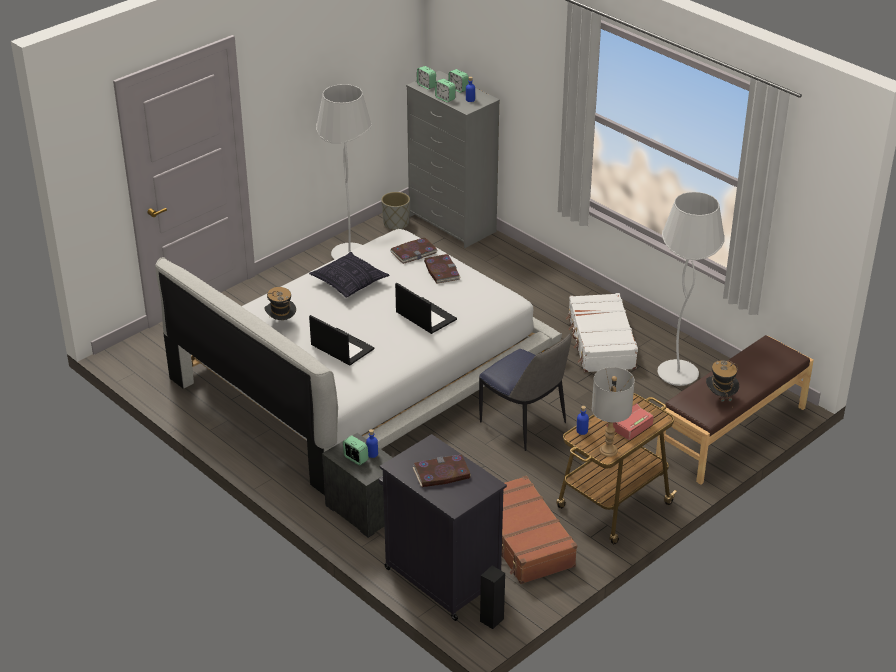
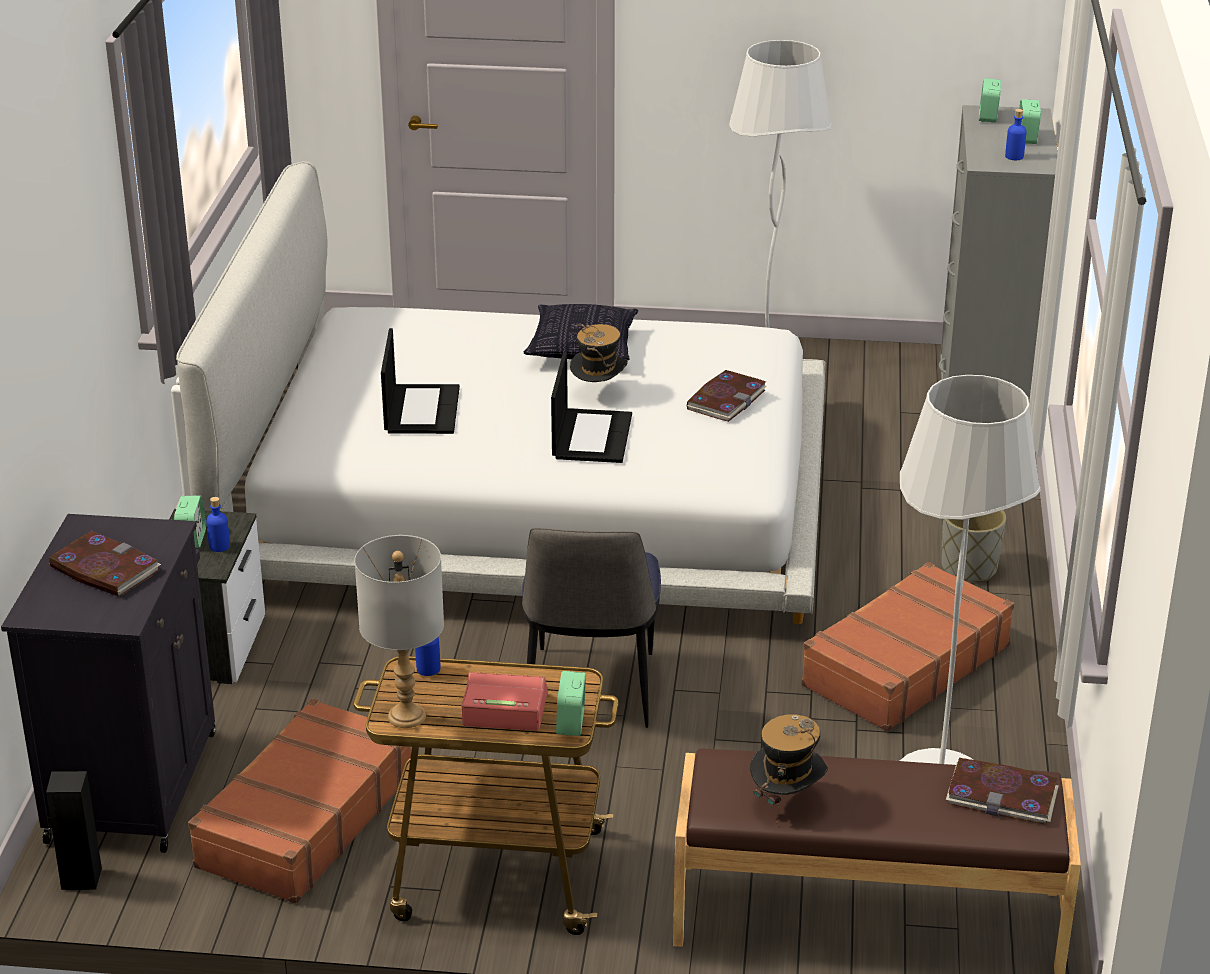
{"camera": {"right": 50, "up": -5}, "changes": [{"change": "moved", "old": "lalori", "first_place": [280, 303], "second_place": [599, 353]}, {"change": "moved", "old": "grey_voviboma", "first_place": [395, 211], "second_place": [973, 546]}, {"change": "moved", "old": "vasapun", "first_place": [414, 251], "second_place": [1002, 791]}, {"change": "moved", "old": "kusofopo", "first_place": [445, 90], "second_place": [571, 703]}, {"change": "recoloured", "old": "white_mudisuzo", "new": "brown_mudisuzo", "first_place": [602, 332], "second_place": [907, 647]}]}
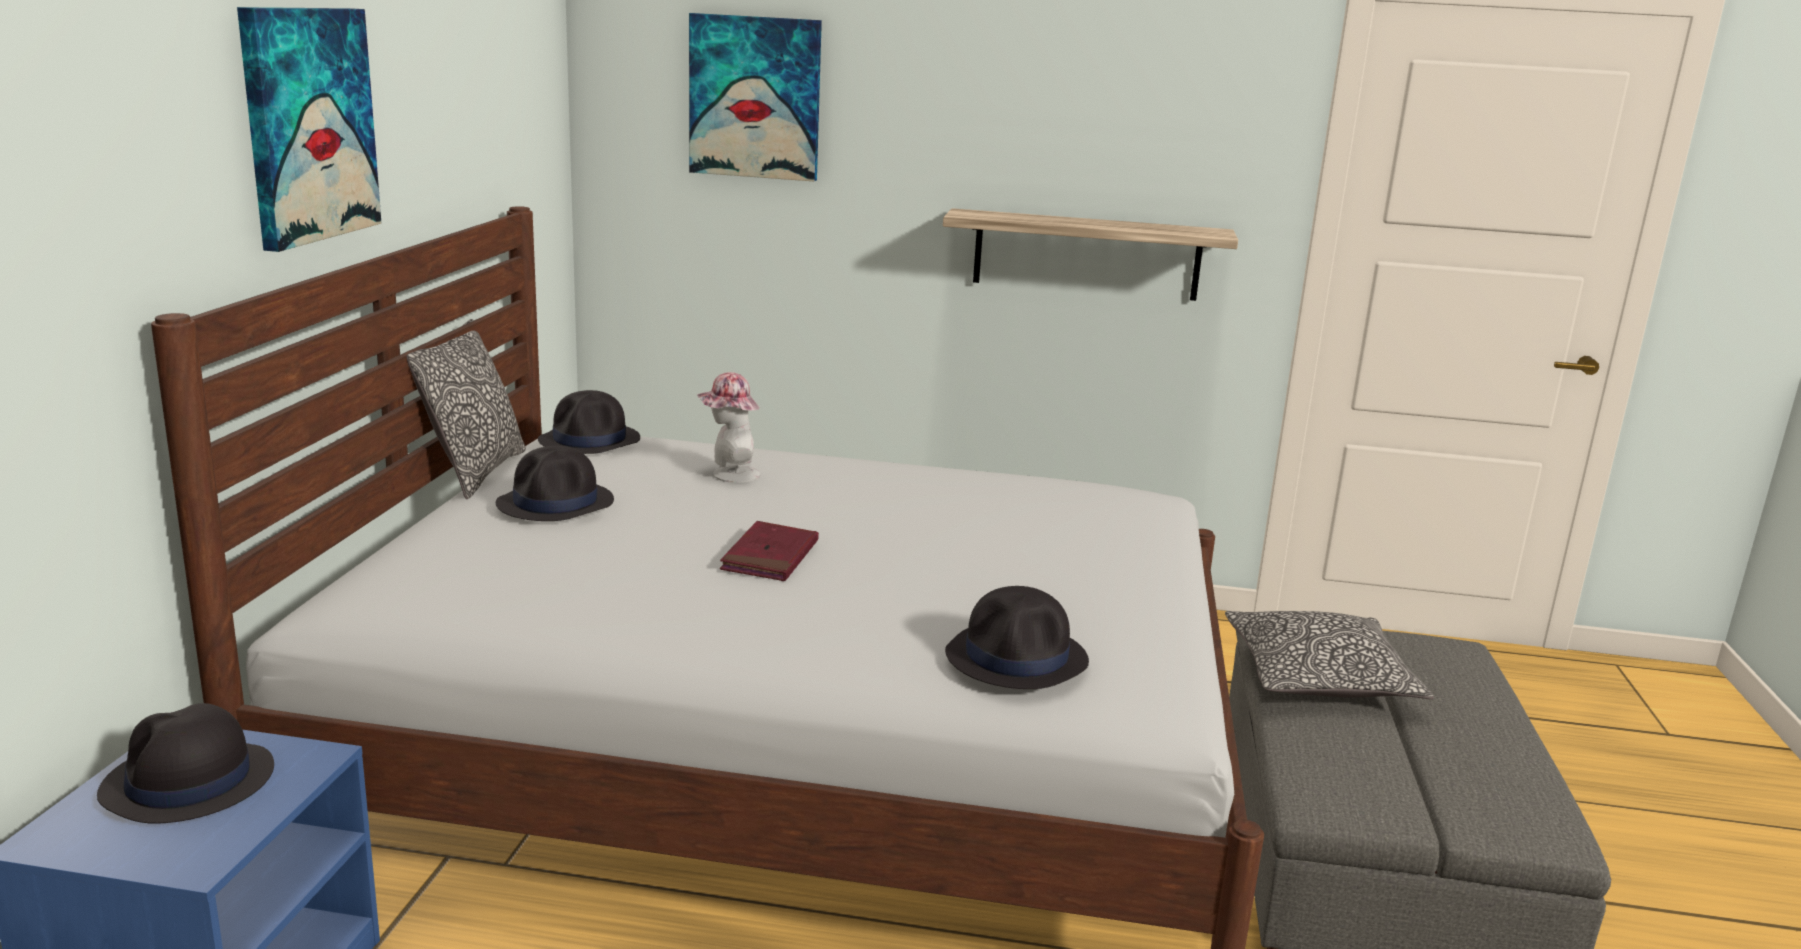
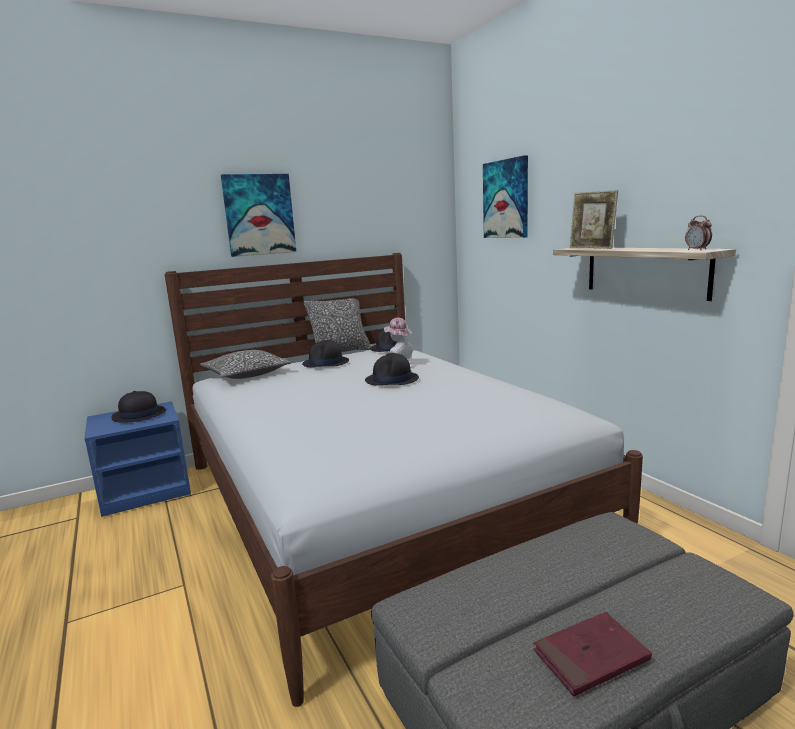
{"camera": {"right": 55, "up": -5}, "changes": [{"change": "moved", "old": "red_vasapun", "first_place": [769, 551], "second_place": [593, 654]}, {"change": "moved", "old": "black_lalori", "first_place": [1017, 637], "second_place": [392, 369]}, {"change": "moved", "old": "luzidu", "first_place": [1329, 655], "second_place": [245, 364]}, {"change": "added", "new": "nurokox", "second_place": [594, 219]}, {"change": "added", "new": "kusofopo", "second_place": [698, 232]}]}
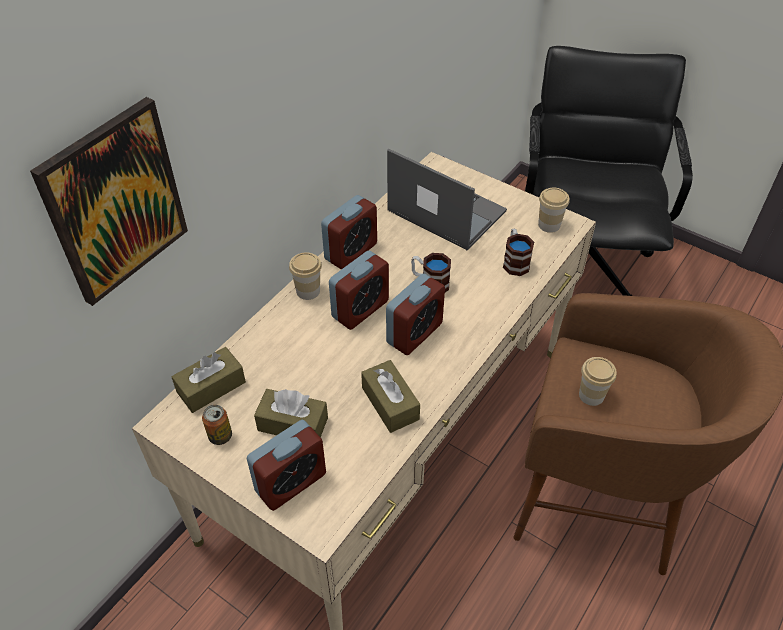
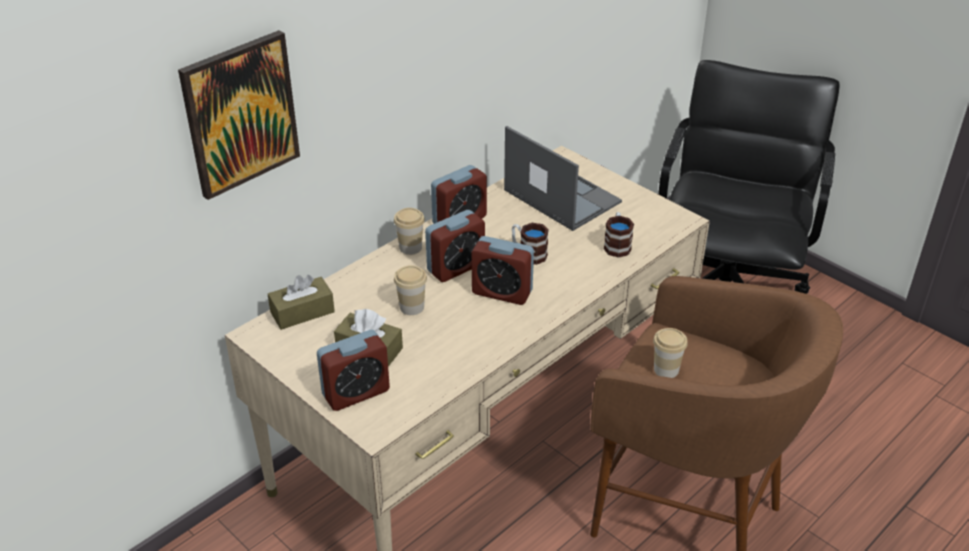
{"camera": {"right": 10, "up": -10}, "changes": [{"change": "removed", "old": "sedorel", "first_place": [217, 425]}, {"change": "removed", "old": "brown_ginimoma", "first_place": [390, 396]}, {"change": "turned", "old": "kusofopo", "first_place": [415, 314], "second_place": [503, 270], "degrees": 60}, {"change": "moved", "old": "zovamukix", "first_place": [554, 210], "second_place": [410, 290]}]}
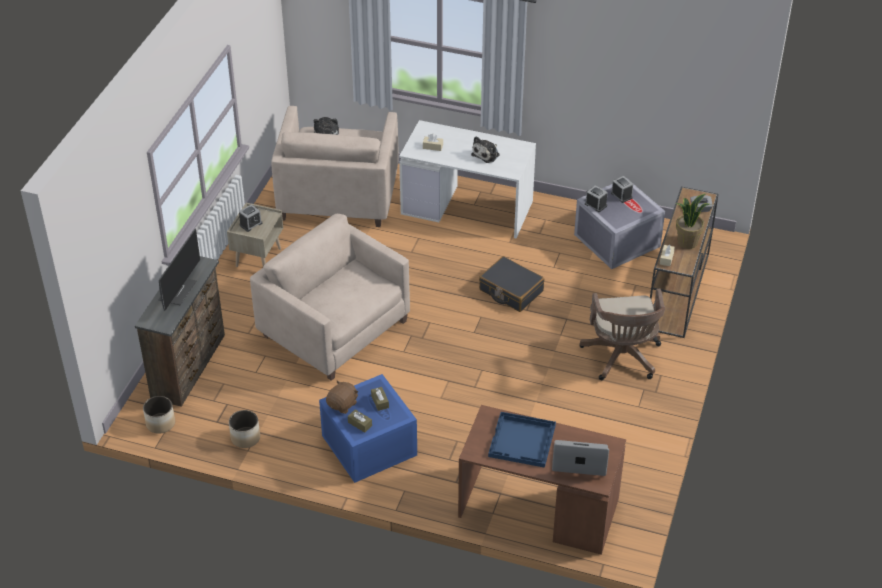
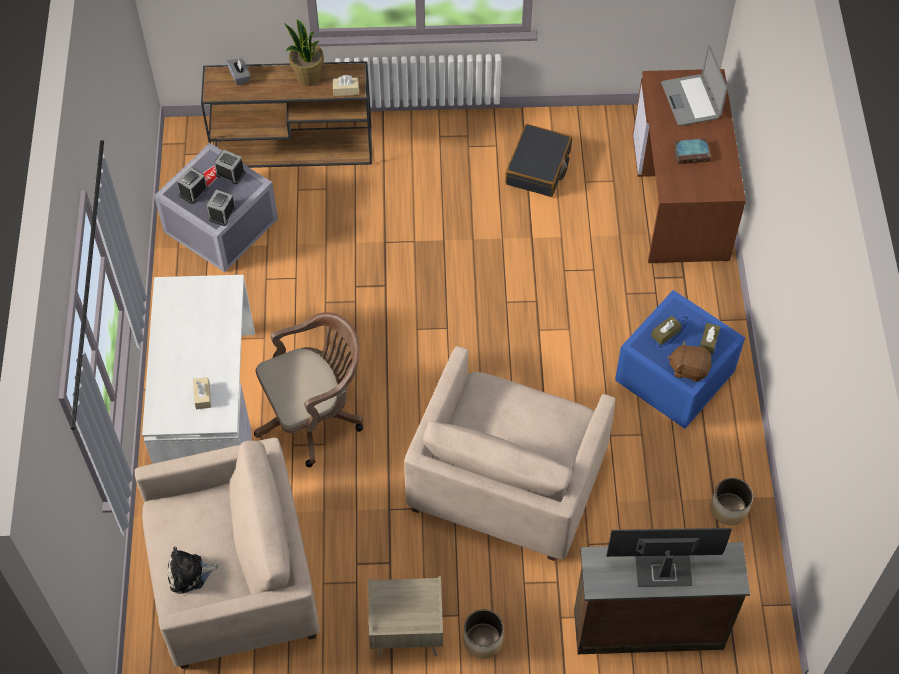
{"camera": {"right": -110, "up": 15}, "changes": [{"change": "moved", "old": "voviboma", "first_place": [159, 415], "second_place": [483, 634]}, {"change": "moved", "old": "kusofopo", "first_place": [250, 218], "second_place": [230, 167]}, {"change": "removed", "old": "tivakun", "first_place": [485, 149]}, {"change": "moved", "old": "black_mudisuzo", "first_place": [511, 284], "second_place": [538, 160]}, {"change": "replaced", "old": "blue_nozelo", "new": "vasapun", "first_place": [522, 440], "second_place": [692, 151]}, {"change": "moved", "old": "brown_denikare", "first_place": [622, 334], "second_place": [308, 389]}]}
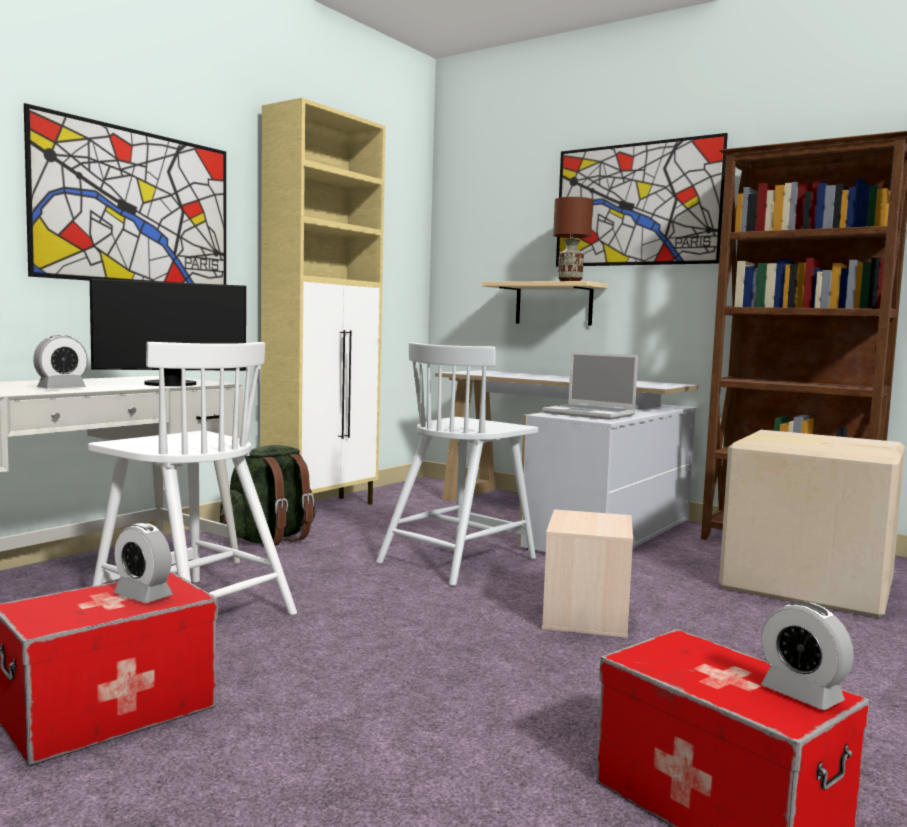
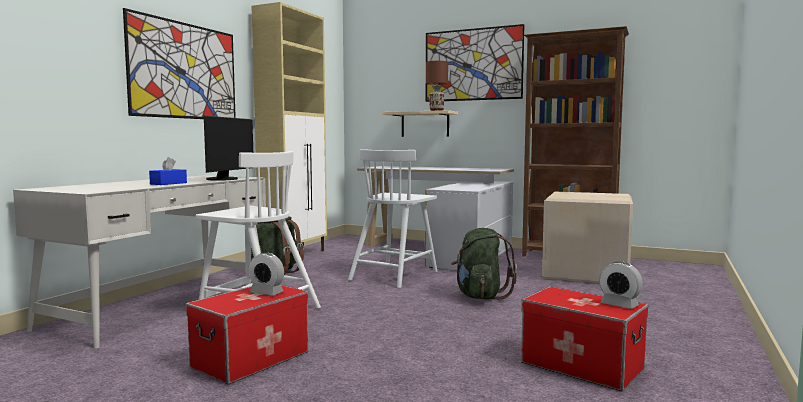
{"camera": {"right": -10, "up": 0}, "changes": [{"change": "replaced", "old": "kusofopo", "new": "blue_ginimoma", "first_place": [60, 362], "second_place": [168, 171]}, {"change": "turned", "old": "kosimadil", "first_place": [168, 332], "second_place": [228, 148], "degrees": -45}, {"change": "removed", "old": "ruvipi", "first_place": [590, 386]}, {"change": "replaced", "old": "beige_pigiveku", "new": "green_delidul", "first_place": [587, 573], "second_place": [484, 264]}]}
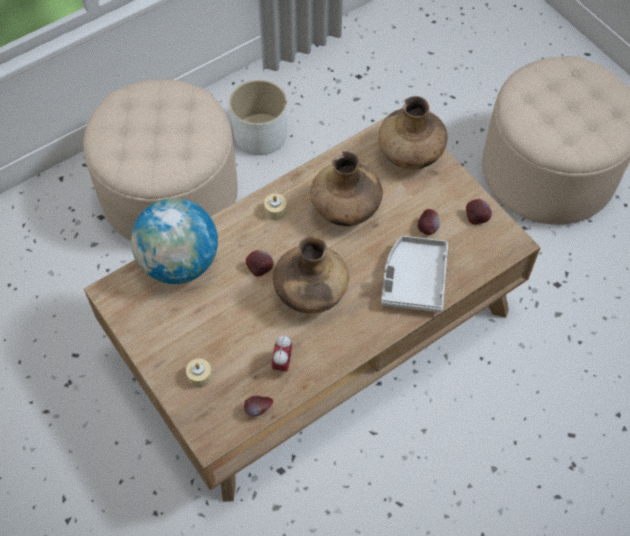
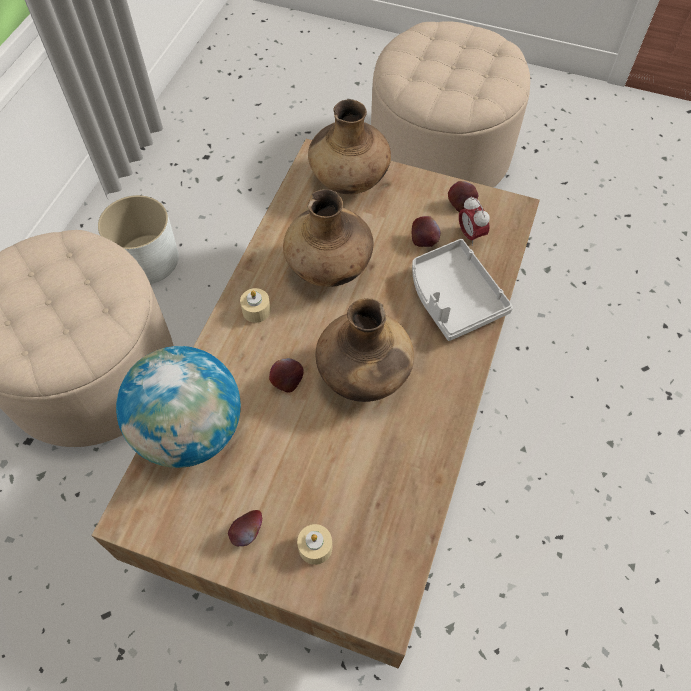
{"camera": {"right": -35, "up": 0}, "changes": [{"change": "moved", "old": "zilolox", "first_place": [258, 406], "second_place": [245, 528]}, {"change": "moved", "old": "kusofopo", "first_place": [282, 354], "second_place": [474, 221]}]}
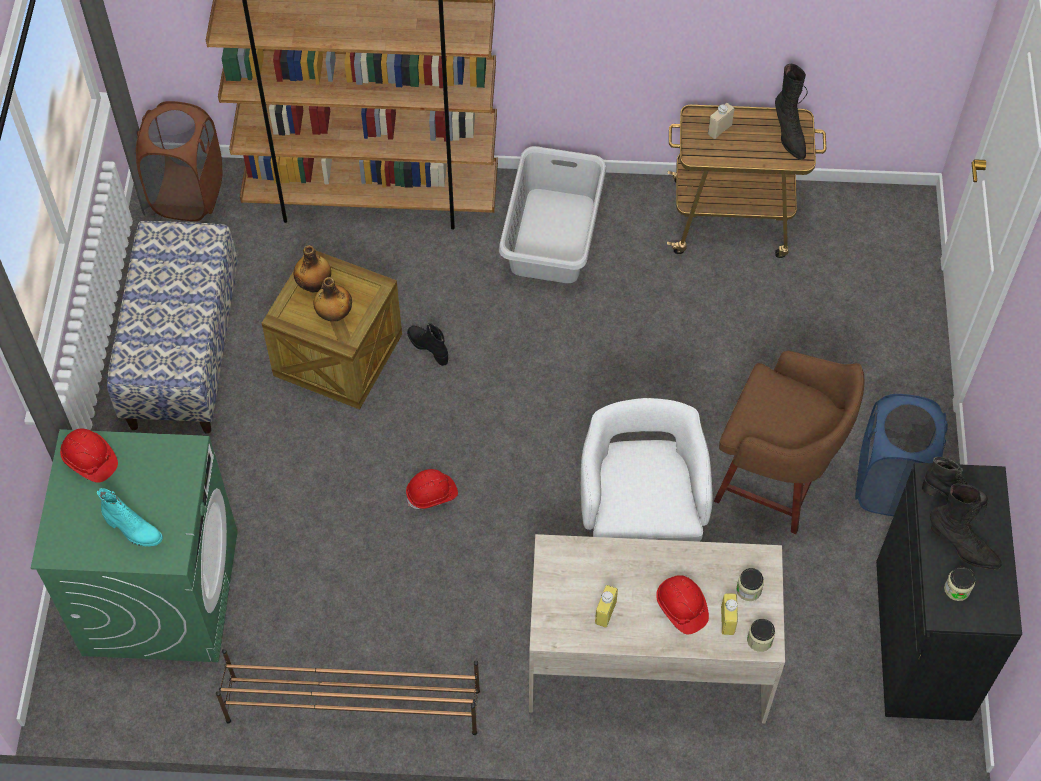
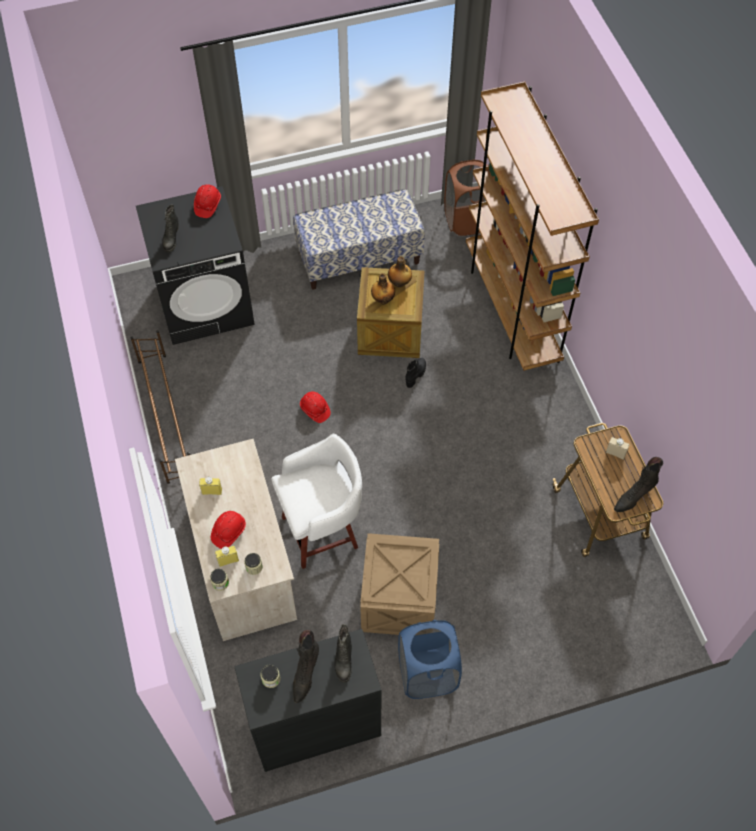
{"camera": {"right": 70, "up": 0}, "changes": [{"change": "recoloured", "old": "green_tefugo", "new": "black_tefugo", "first_place": [134, 545], "second_place": [195, 265]}, {"change": "recoloured", "old": "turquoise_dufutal", "new": "black_dufutal", "first_place": [130, 517], "second_place": [170, 228]}, {"change": "removed", "old": "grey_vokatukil", "first_place": [552, 214]}, {"change": "replaced", "old": "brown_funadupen", "new": "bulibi", "first_place": [789, 442], "second_place": [399, 584]}]}
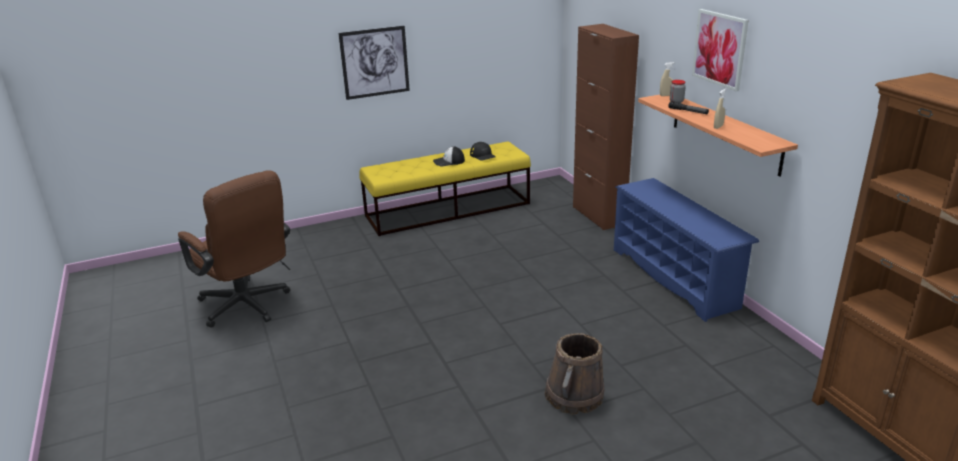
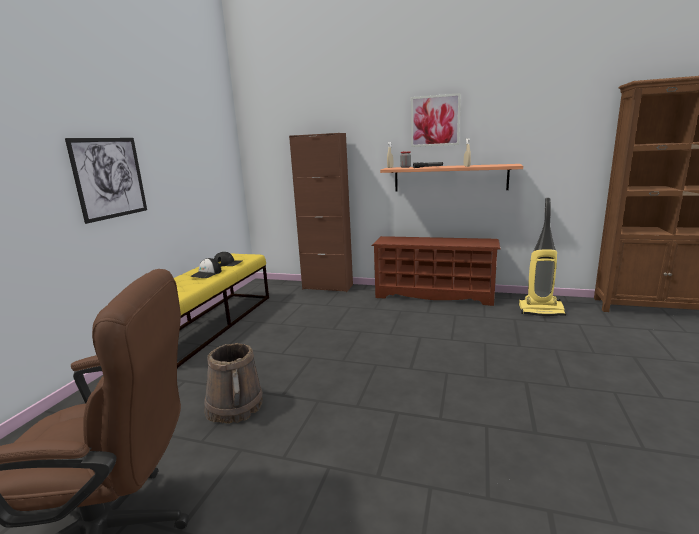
{"camera": {"right": -50, "up": -10}, "changes": [{"change": "moved", "old": "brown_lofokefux", "first_place": [574, 374], "second_place": [233, 383]}, {"change": "recoloured", "old": "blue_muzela", "new": "brown_muzela", "first_place": [686, 250], "second_place": [436, 271]}, {"change": "added", "new": "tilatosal", "second_place": [542, 257]}]}
